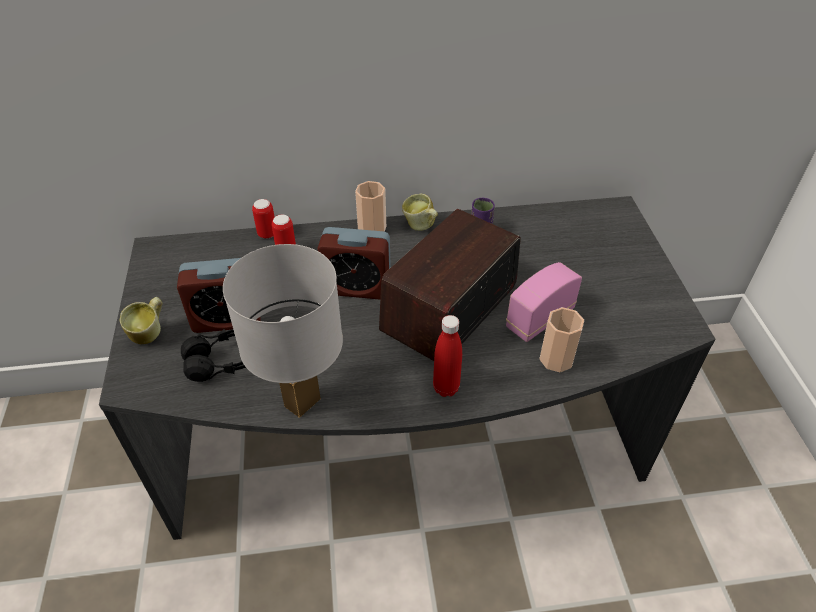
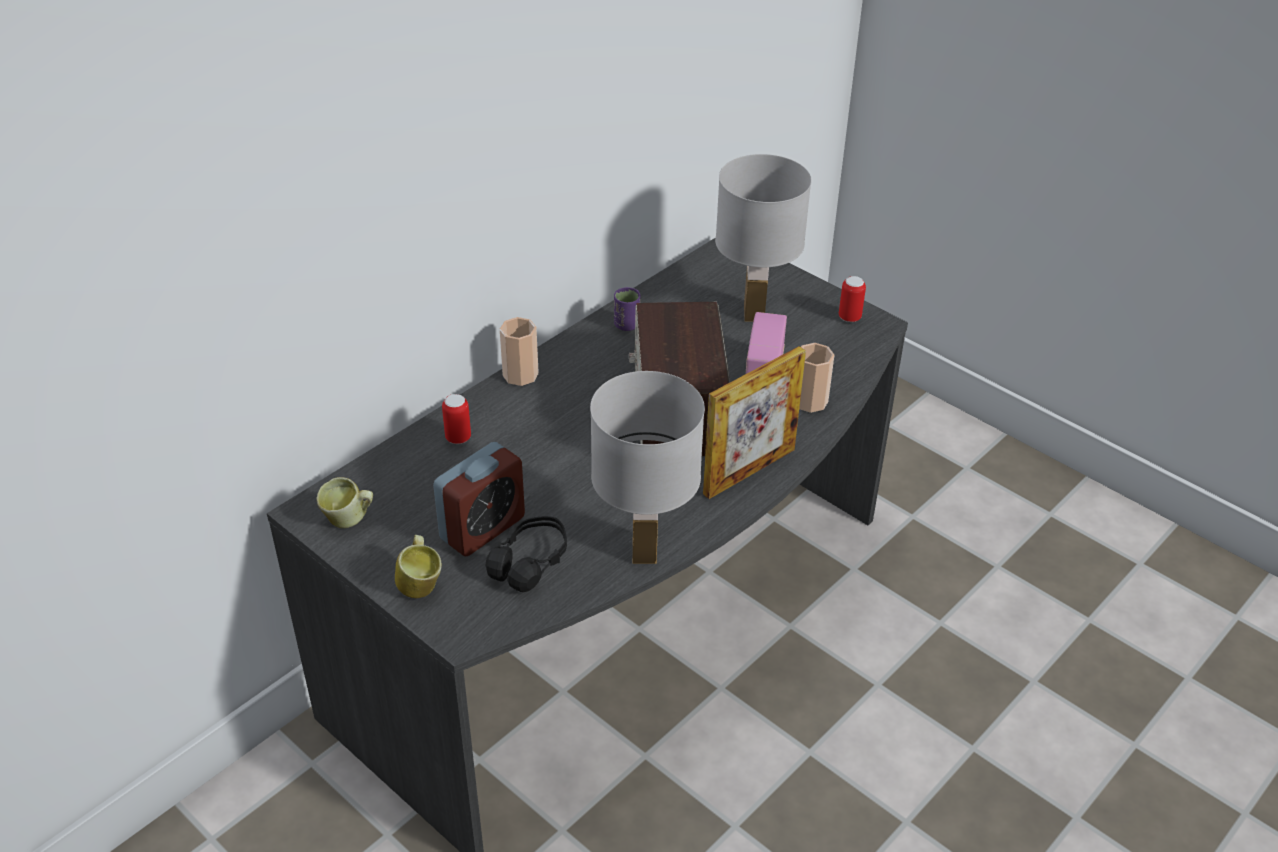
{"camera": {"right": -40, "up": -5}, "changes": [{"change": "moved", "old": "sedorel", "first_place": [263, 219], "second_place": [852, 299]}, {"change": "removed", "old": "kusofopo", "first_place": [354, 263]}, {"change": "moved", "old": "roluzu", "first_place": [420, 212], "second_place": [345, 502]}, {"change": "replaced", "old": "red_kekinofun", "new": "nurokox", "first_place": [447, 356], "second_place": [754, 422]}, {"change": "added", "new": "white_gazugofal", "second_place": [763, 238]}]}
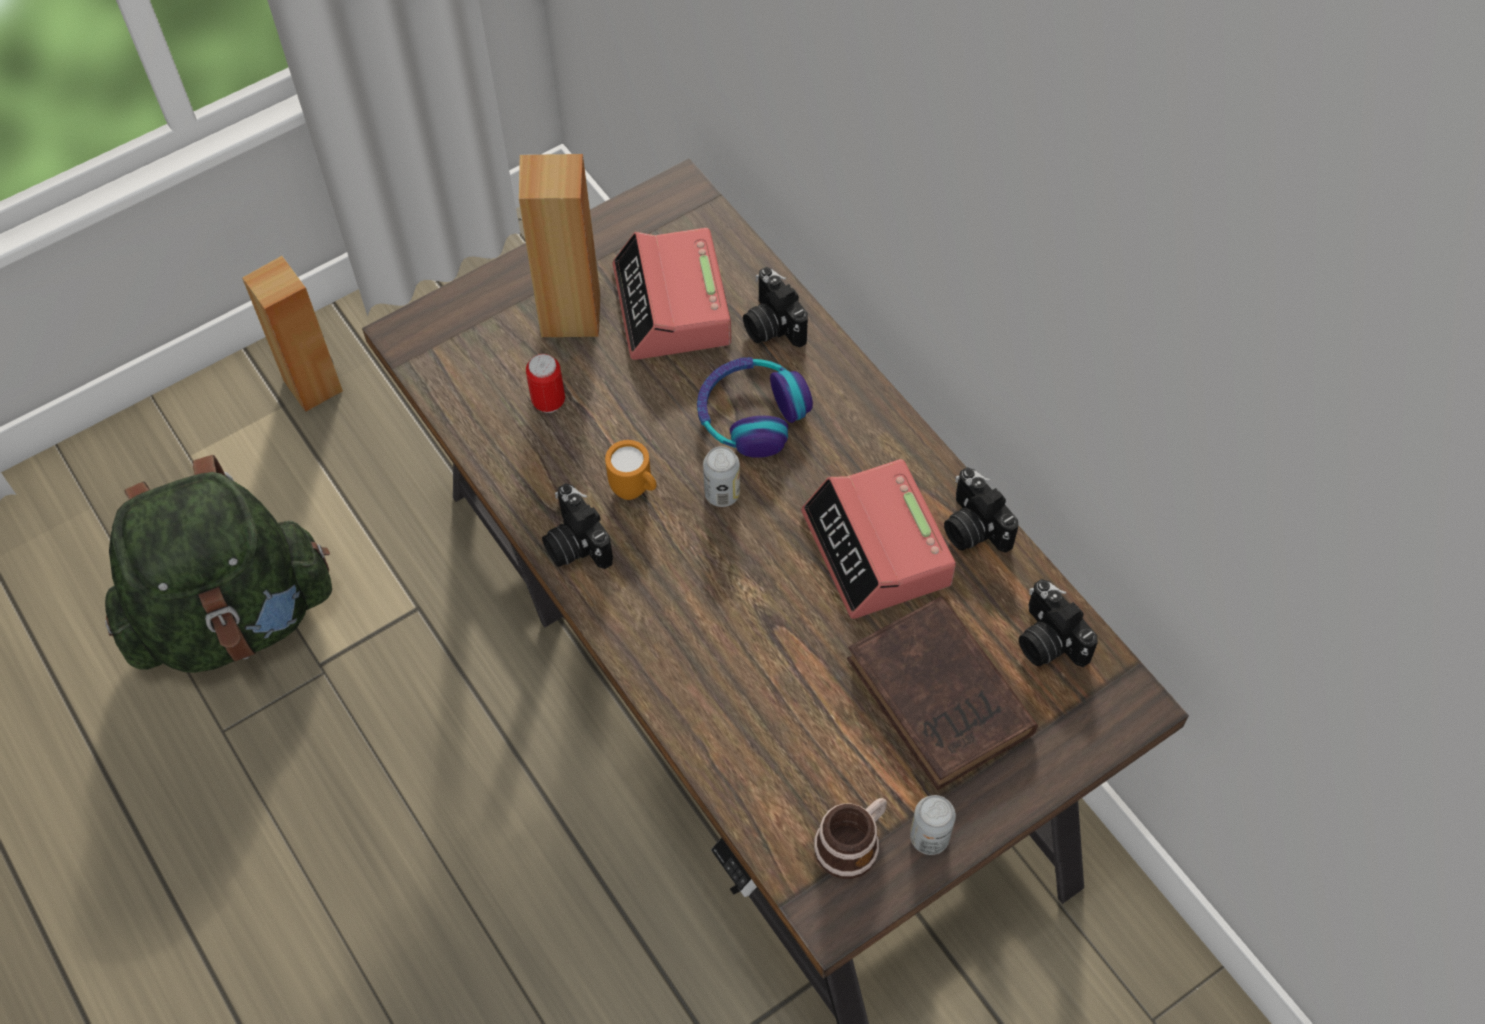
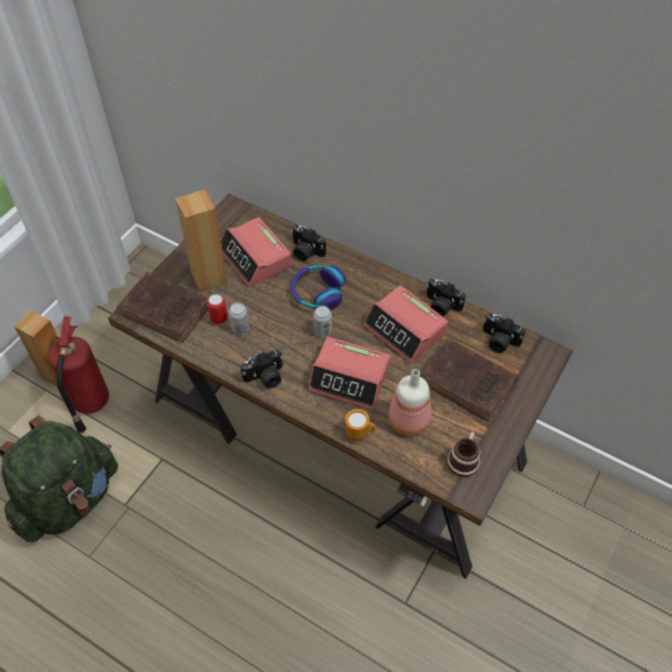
{"camera": {"right": -25, "up": -5}, "changes": [{"change": "turned", "old": "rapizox", "first_place": [577, 526], "second_place": [262, 369], "degrees": -60}, {"change": "moved", "old": "orange_roluzu", "first_place": [631, 470], "second_place": [360, 425]}, {"change": "moved", "old": "sedorel", "first_place": [933, 825], "second_place": [239, 318]}, {"change": "added", "new": "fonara", "second_place": [79, 374]}, {"change": "added", "new": "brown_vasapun", "second_place": [162, 307]}, {"change": "added", "new": "kusofopo", "second_place": [349, 373]}, {"change": "added", "new": "kekinofun", "second_place": [410, 402]}]}
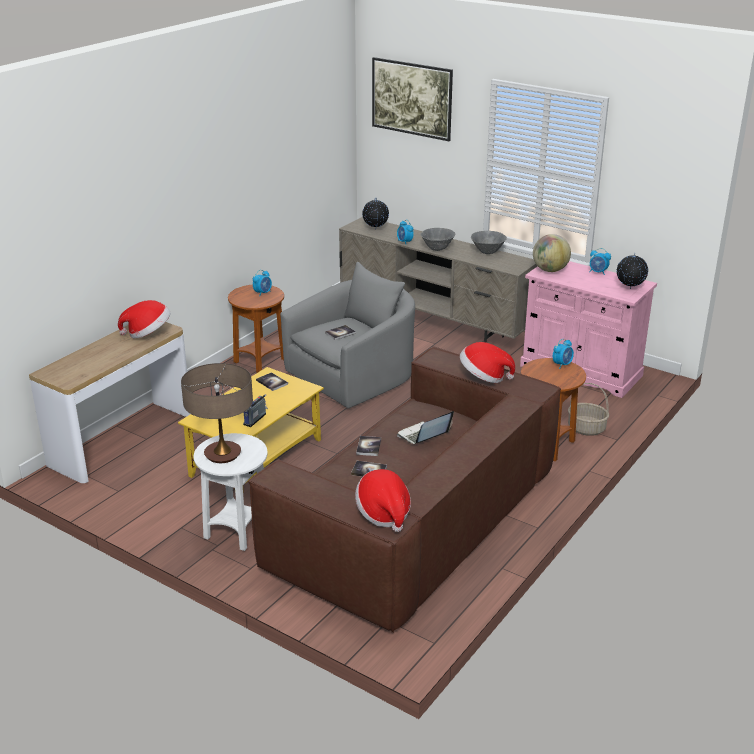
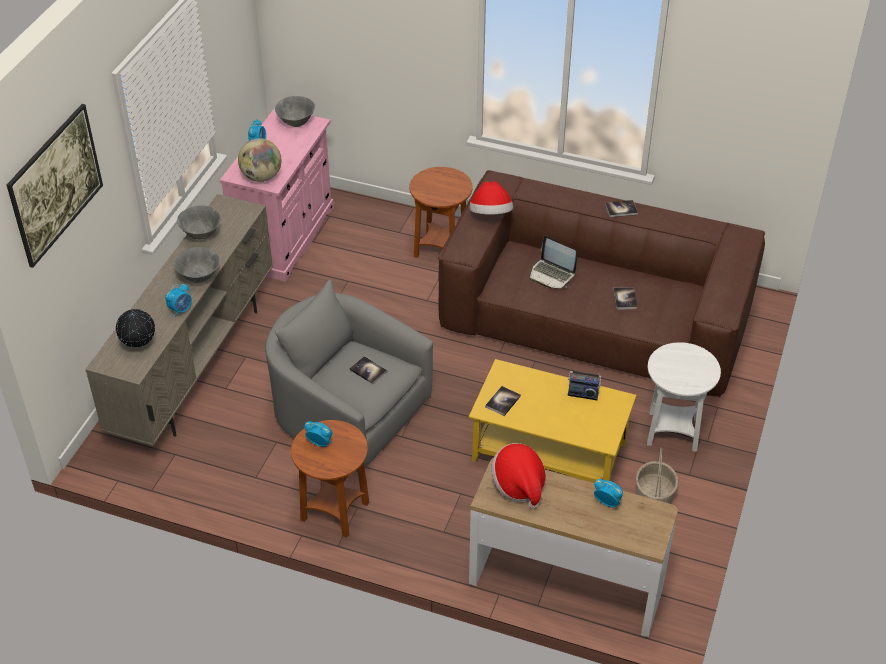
{"camera": {"right": -105, "up": 15}, "changes": [{"change": "removed", "old": "gazugofal", "first_place": [217, 413]}, {"change": "removed", "old": "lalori", "first_place": [383, 500]}, {"change": "moved", "old": "vasapun", "first_place": [368, 446], "second_place": [621, 208]}, {"change": "moved", "old": "kusofopo", "first_place": [563, 354], "second_place": [608, 493]}, {"change": "moved", "old": "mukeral", "first_place": [588, 409], "second_place": [657, 475]}, {"change": "replaced", "old": "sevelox", "new": "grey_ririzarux", "first_place": [632, 271], "second_place": [295, 111]}]}
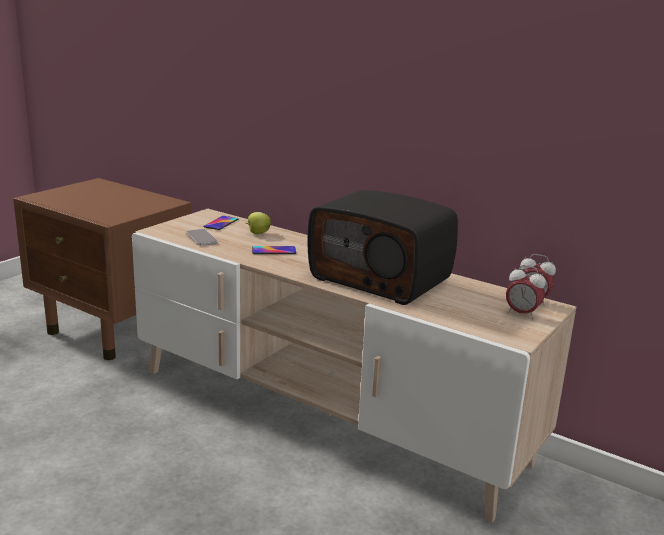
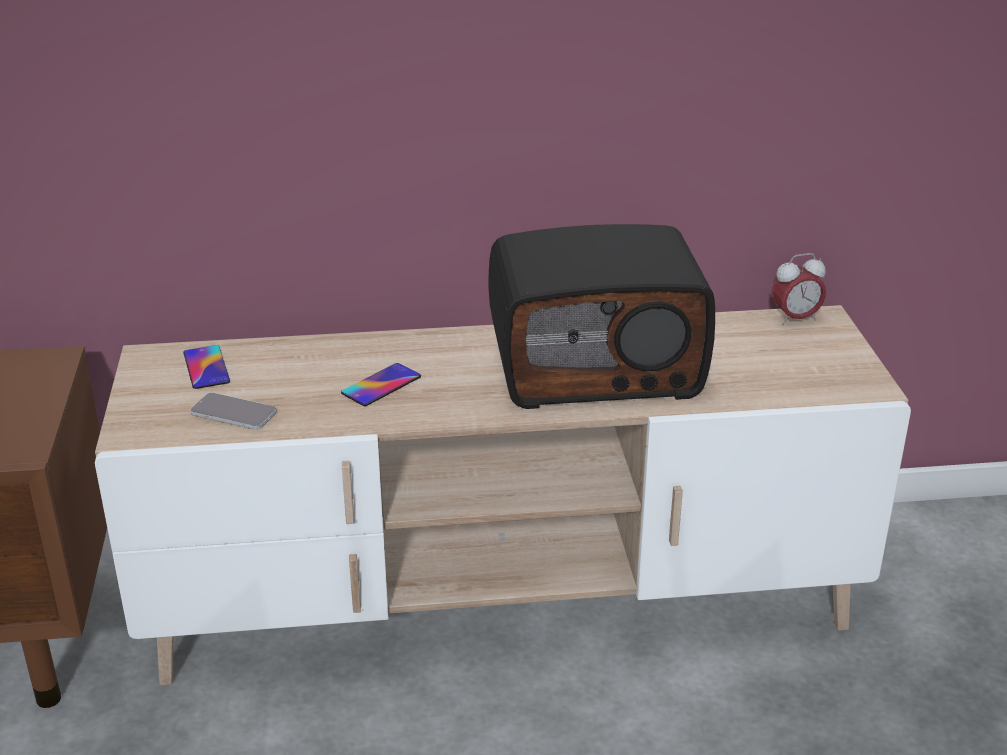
{"camera": {"right": -40, "up": 10}, "changes": [{"change": "removed", "old": "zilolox", "first_place": [258, 223]}, {"change": "removed", "old": "kusofopo", "first_place": [526, 292]}]}
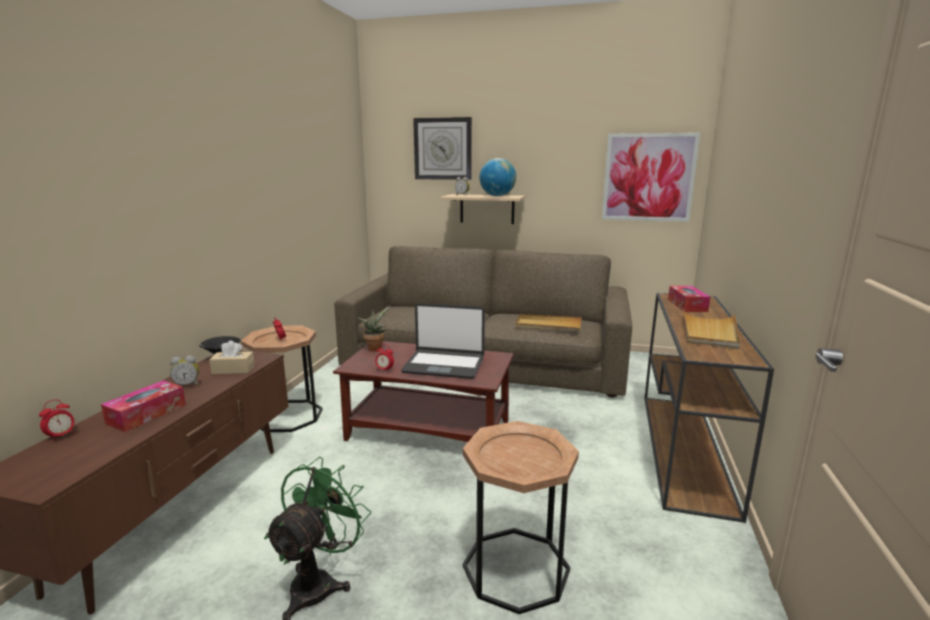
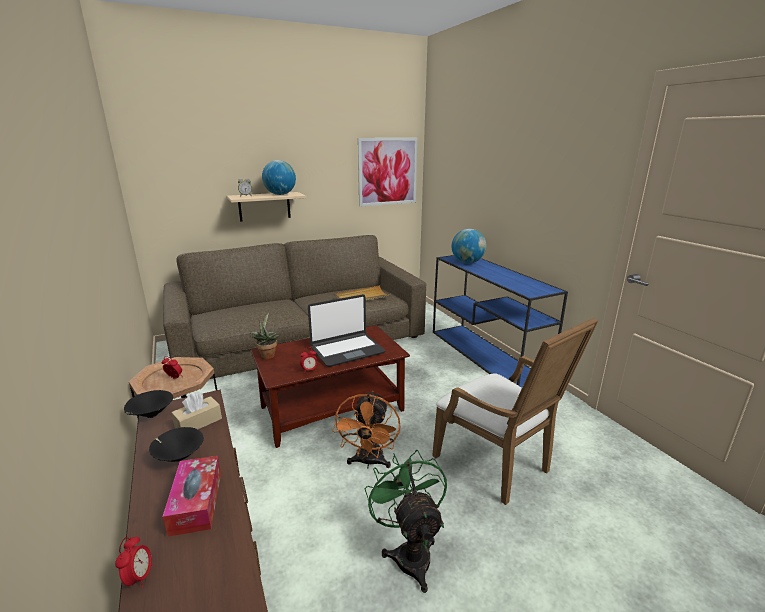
{"camera": {"right": -40, "up": 5}, "changes": [{"change": "replaced", "old": "kusofopo", "new": "black_ririzarux", "first_place": [184, 371], "second_place": [176, 444]}, {"change": "removed", "old": "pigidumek", "first_place": [442, 148]}, {"change": "replaced", "old": "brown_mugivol", "new": "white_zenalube", "first_place": [521, 517], "second_place": [515, 411]}, {"change": "recoloured", "old": "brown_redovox", "new": "blue_redovox", "first_place": [709, 408], "second_place": [500, 321]}, {"change": "replaced", "old": "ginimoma", "new": "sevelox", "first_place": [689, 299], "second_place": [468, 246]}, {"change": "removed", "old": "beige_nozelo", "first_place": [711, 329]}, {"change": "added", "new": "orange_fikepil", "second_place": [366, 429]}]}
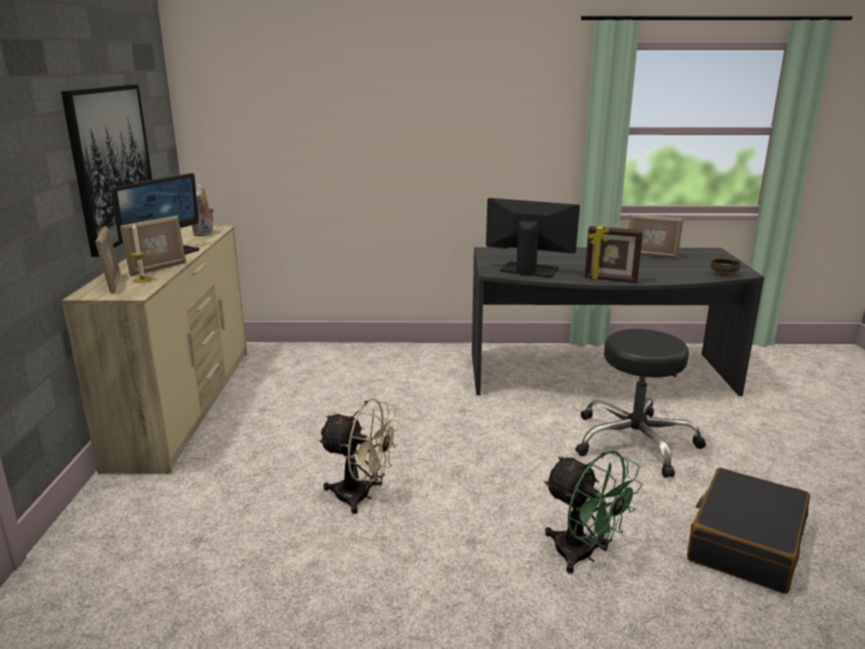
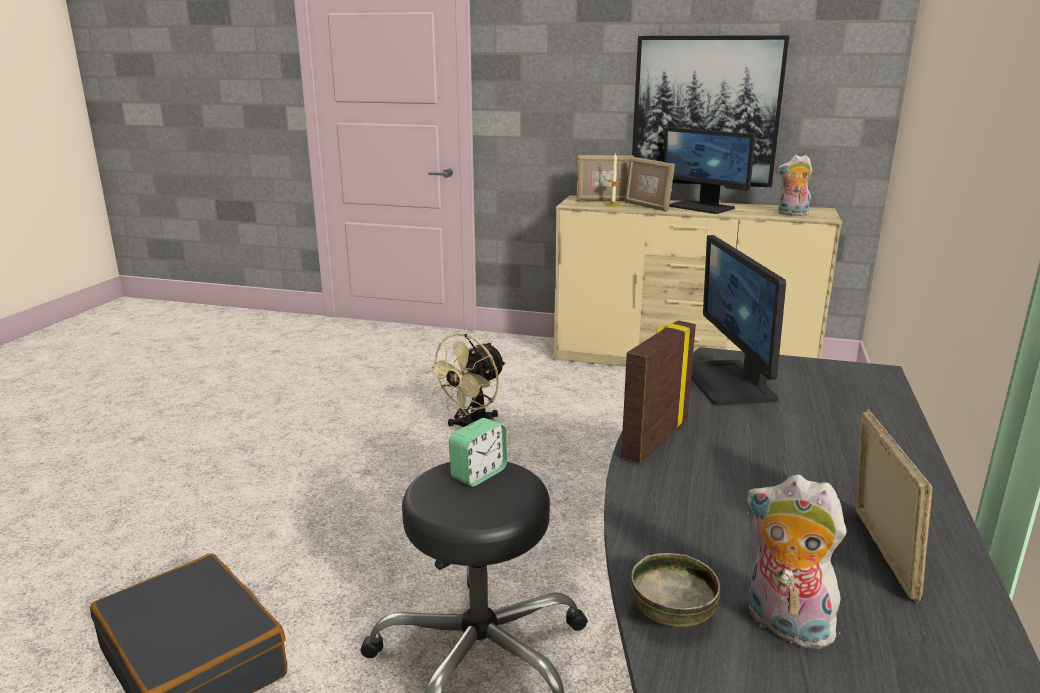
{"camera": {"right": 105, "up": 0}, "changes": [{"change": "turned", "old": "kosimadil", "first_place": [533, 238], "second_place": [738, 320], "degrees": 135}, {"change": "removed", "old": "green_fikepil", "first_place": [593, 512]}, {"change": "turned", "old": "nurokox", "first_place": [655, 236], "second_place": [894, 506], "degrees": 150}, {"change": "added", "new": "kusofopo", "second_place": [478, 452]}, {"change": "added", "new": "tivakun", "second_place": [796, 562]}]}
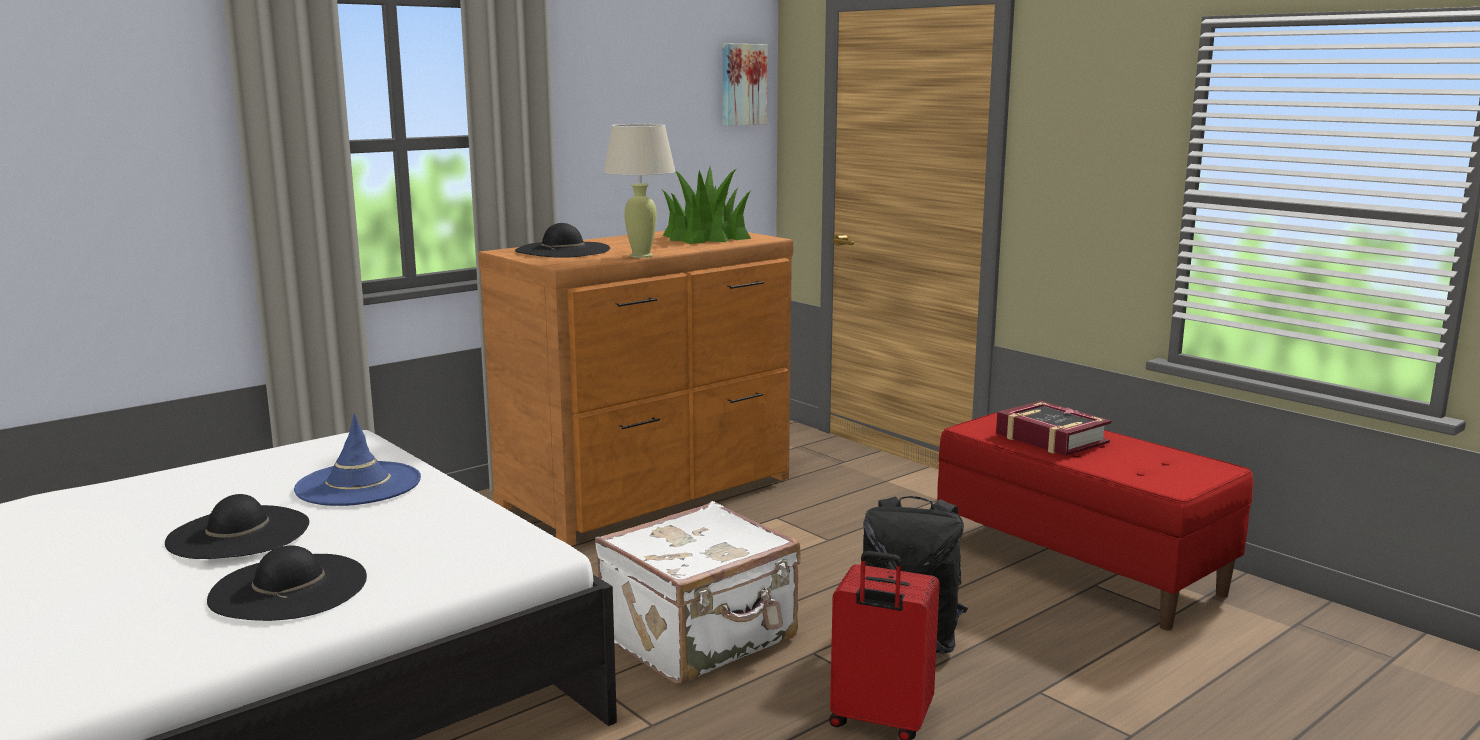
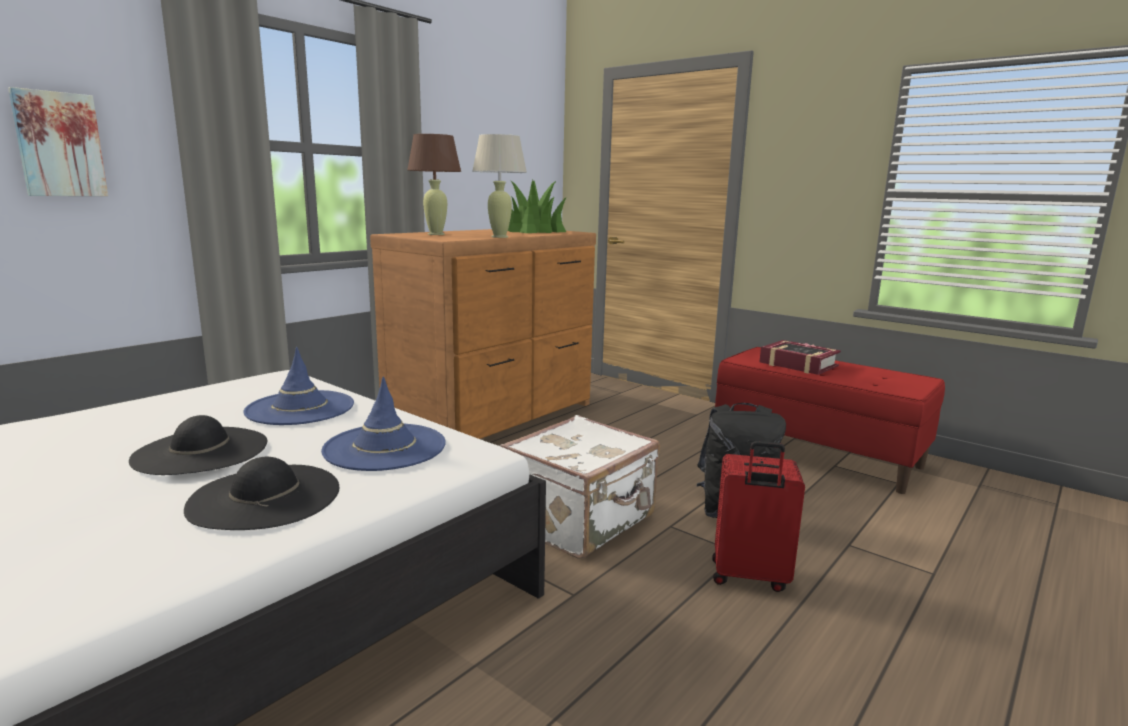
{"camera": {"right": -10, "up": 0}, "changes": [{"change": "replaced", "old": "black_lalori", "new": "brown_gazugofal", "first_place": [562, 240], "second_place": [434, 184]}, {"change": "moved", "old": "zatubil", "first_place": [745, 85], "second_place": [58, 141]}, {"change": "added", "new": "blue_lalori", "second_place": [383, 424]}]}
